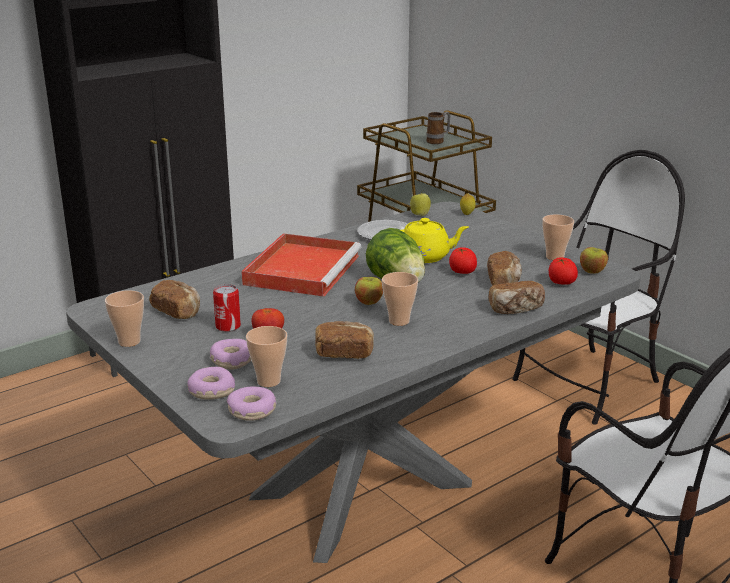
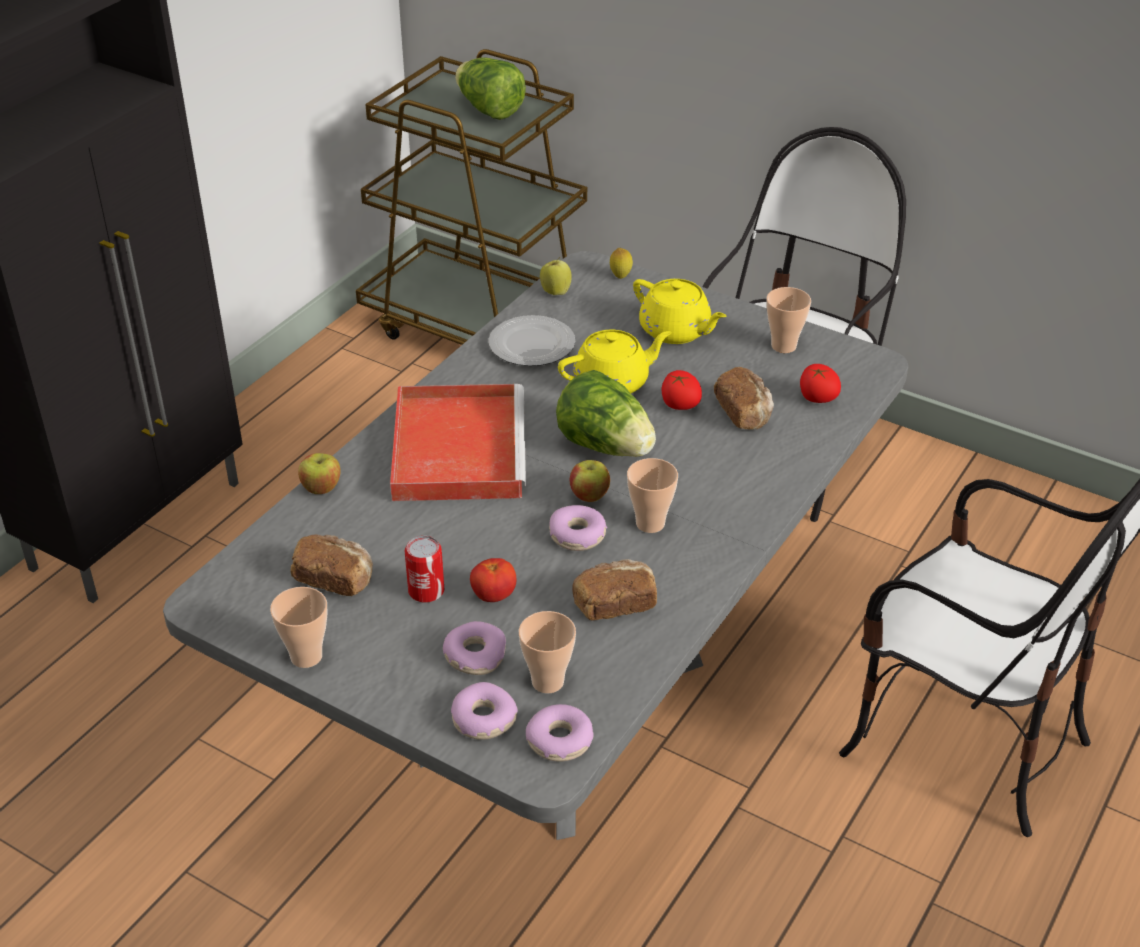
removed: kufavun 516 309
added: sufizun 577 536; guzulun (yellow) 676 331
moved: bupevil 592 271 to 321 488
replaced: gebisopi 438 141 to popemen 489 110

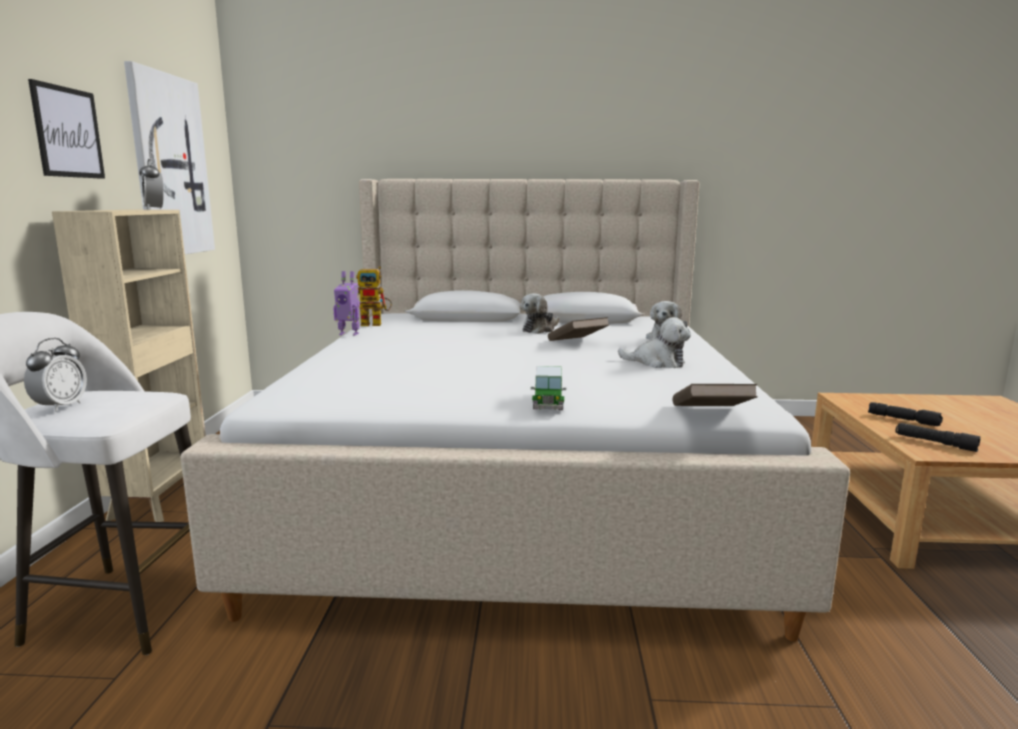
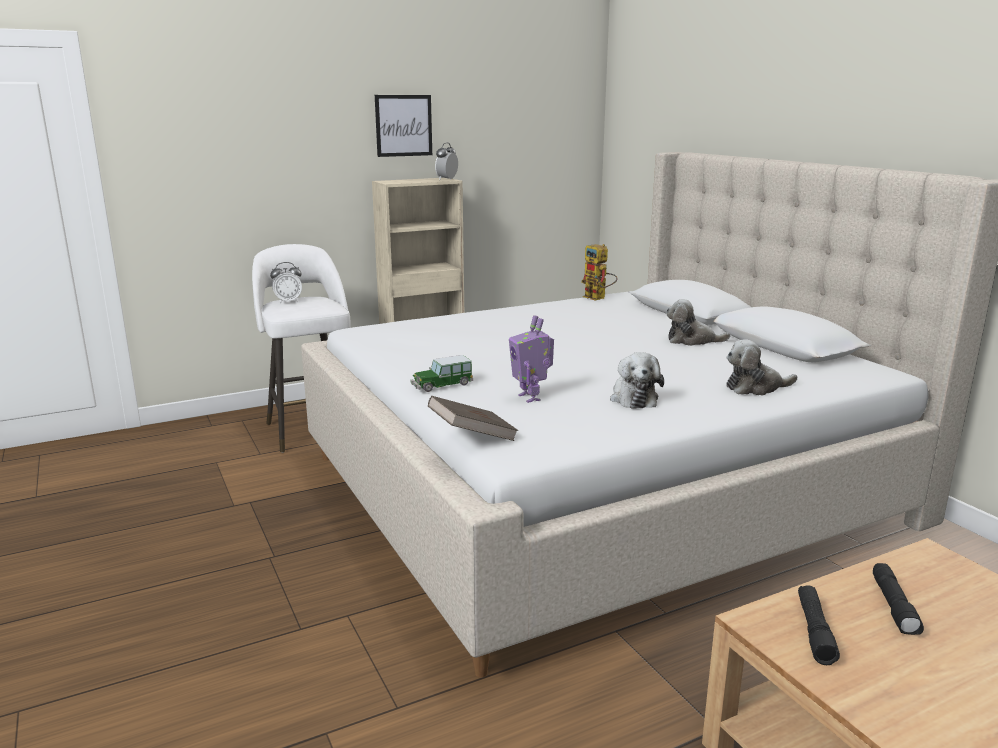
removed: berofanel 169 166; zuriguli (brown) 577 343
moved: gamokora 349 334 to 530 397

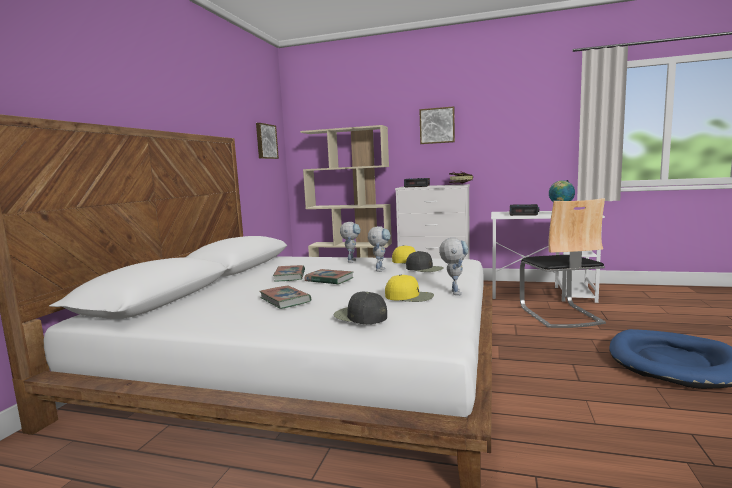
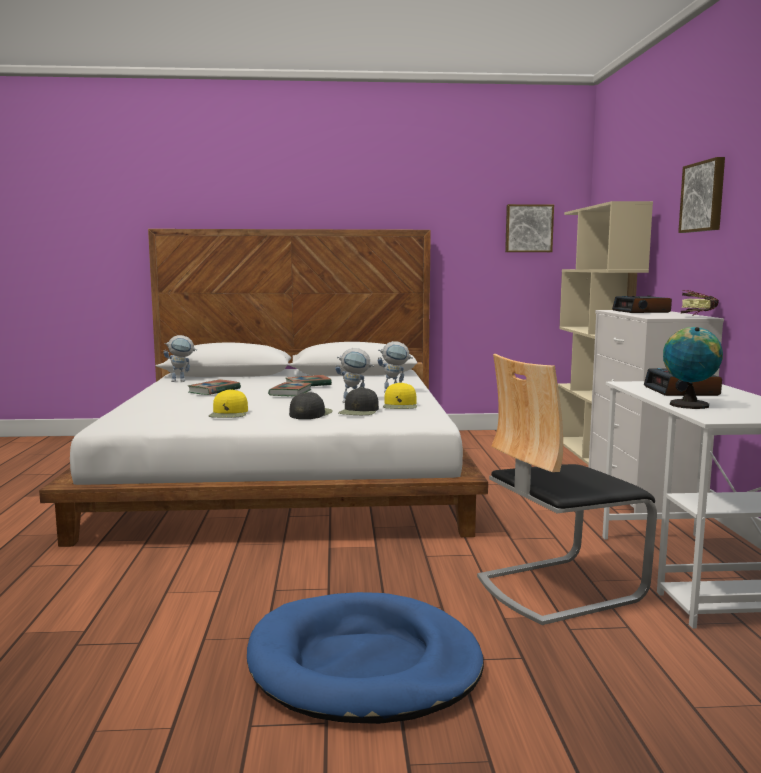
moved: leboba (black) 360 316 to 310 414; gamokora 454 291 to 182 380

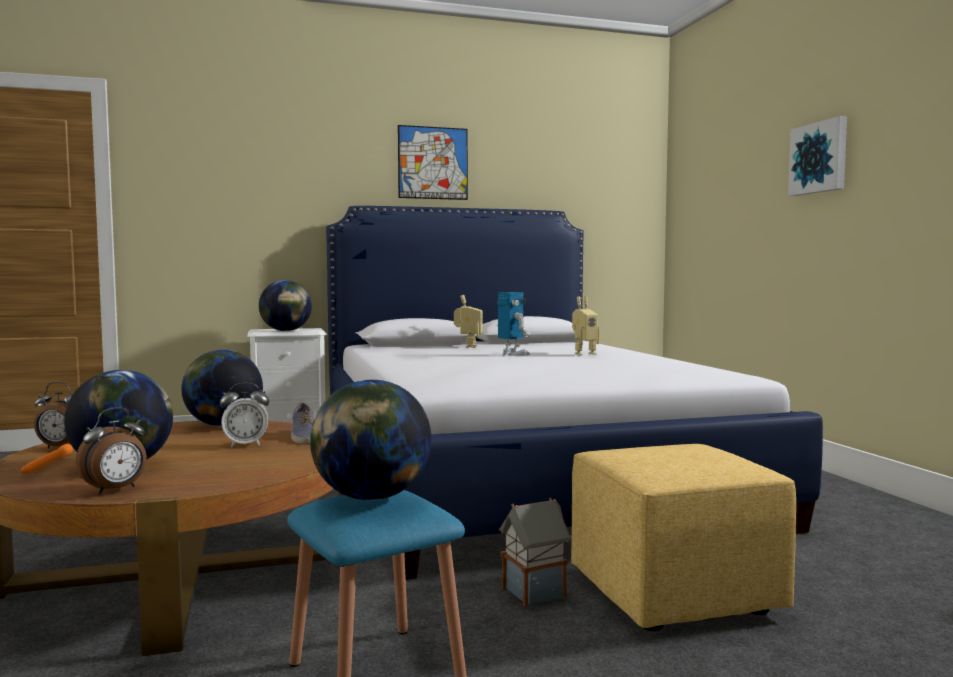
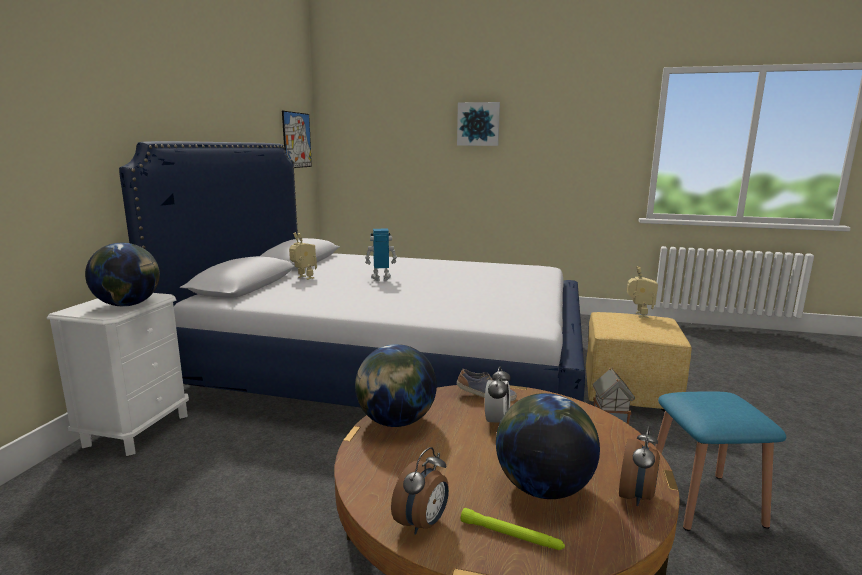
removed: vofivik 371 497
moved: berofanel 433 163 to 297 140; gamokora 583 353 to 638 315
recoloured: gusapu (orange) 47 465 to gusapu (green) 511 535
turned: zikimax 116 490 = 637 496 45 degrees clockwise

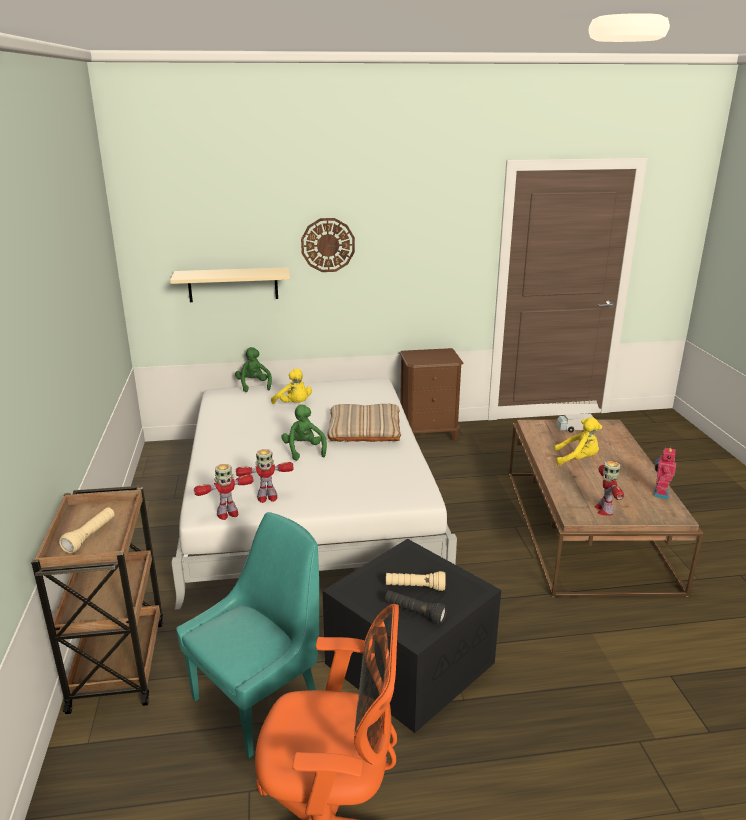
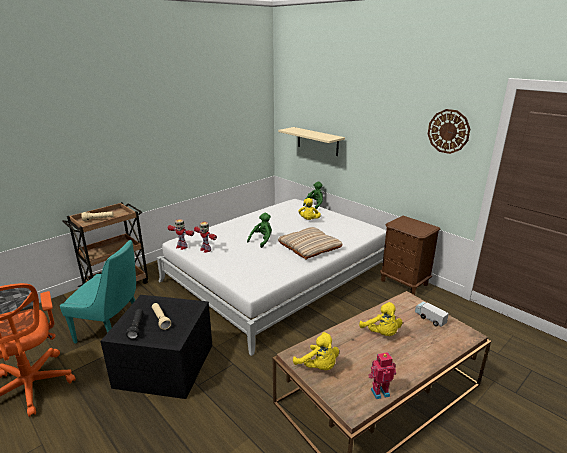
moved: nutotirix 328 245 to 448 131
replaced: gamokora 604 509 to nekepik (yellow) 318 367

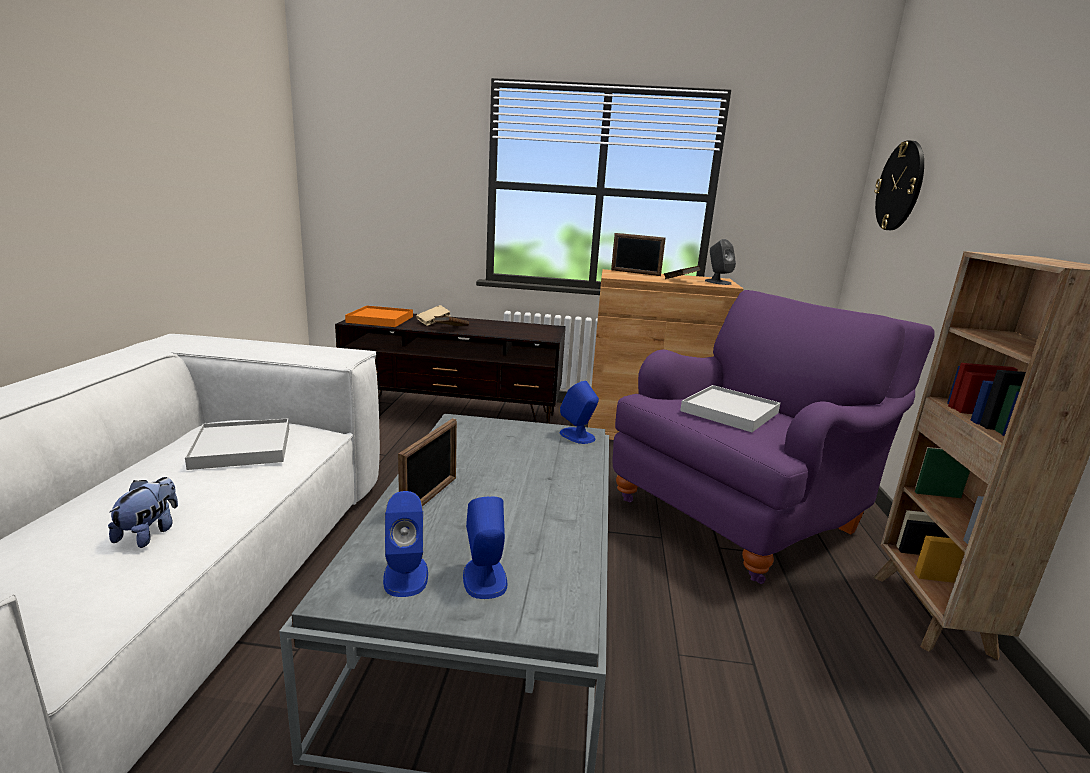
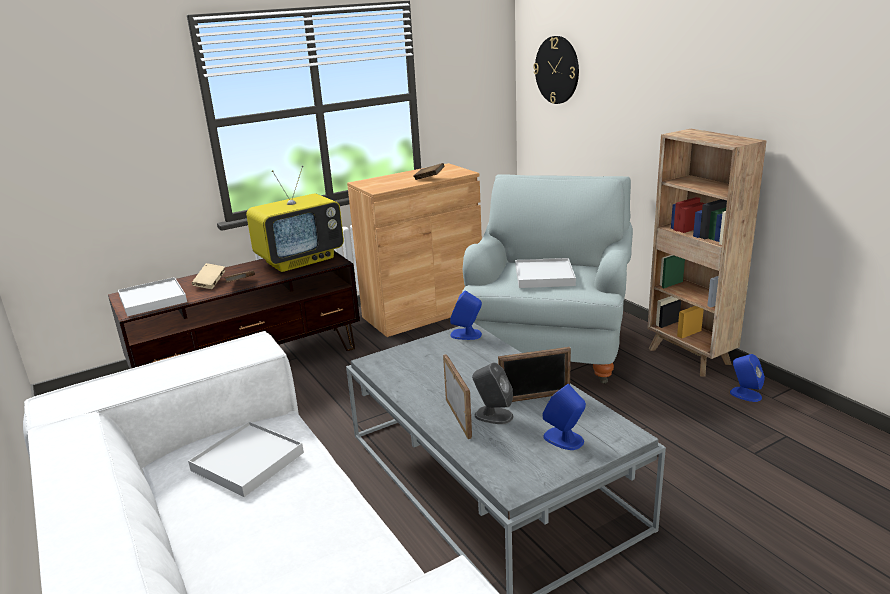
removed: nekepik 150 533
added: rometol 300 260
moved: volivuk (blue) 406 575 to 745 394; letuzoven 635 273 to 534 398; volivuk (grey) 717 282 to 493 415
recoloured: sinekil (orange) 380 319 to sinekil (white) 152 299; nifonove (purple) 742 513 to nifonove (grey) 550 345

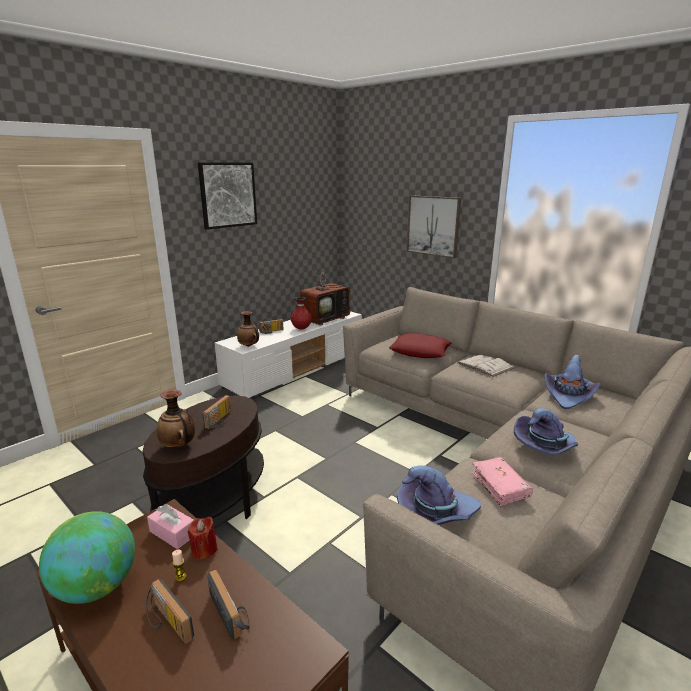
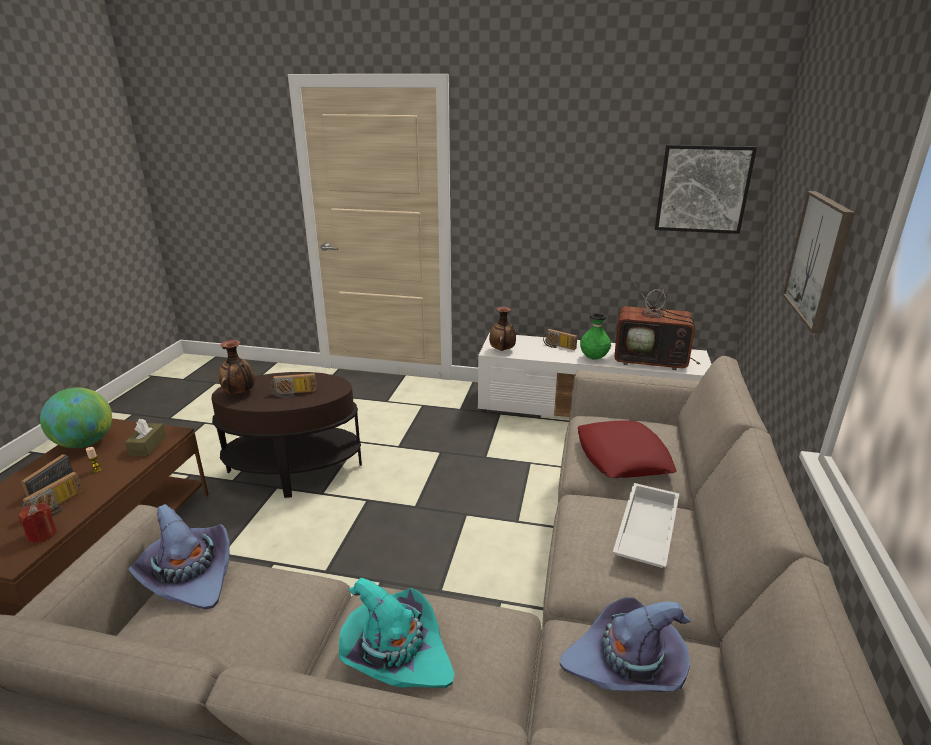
removed: zuriguli (pink) 500 486
moved: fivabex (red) 204 550 to 42 535; berofanel 228 195 to 703 189
replaced: zuriguli (white) 485 365 to sinekil (white) 644 532
recoloured: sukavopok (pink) 173 533 to sukavopok (brown) 148 446; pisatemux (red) 301 329 to pisatemux (green) 594 358; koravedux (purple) 545 446 to koravedux (turquoise) 395 653

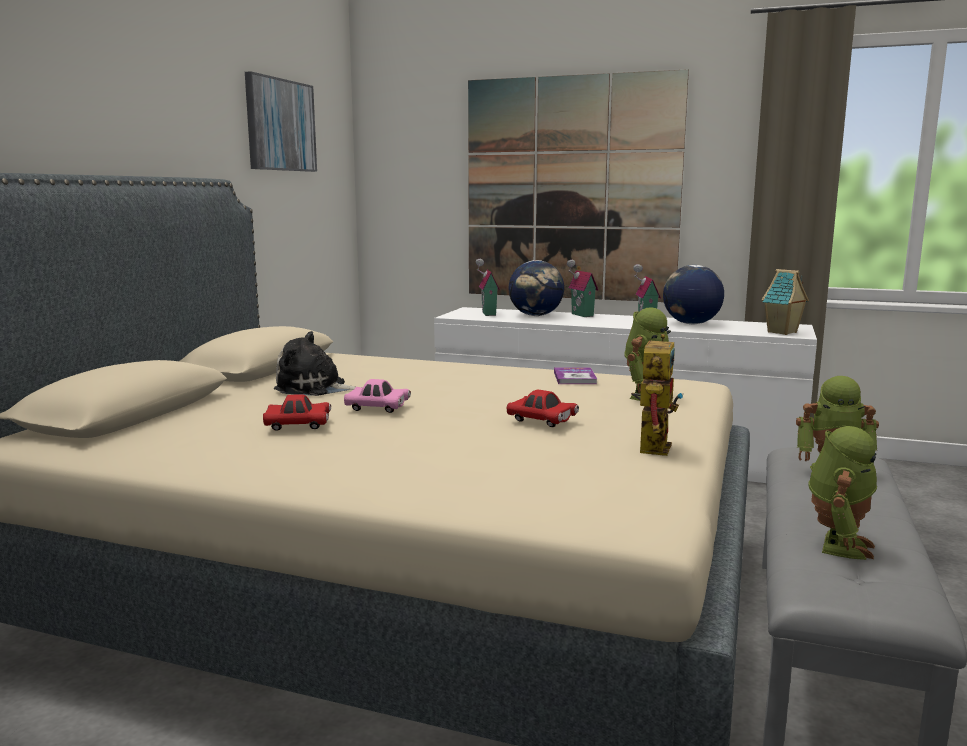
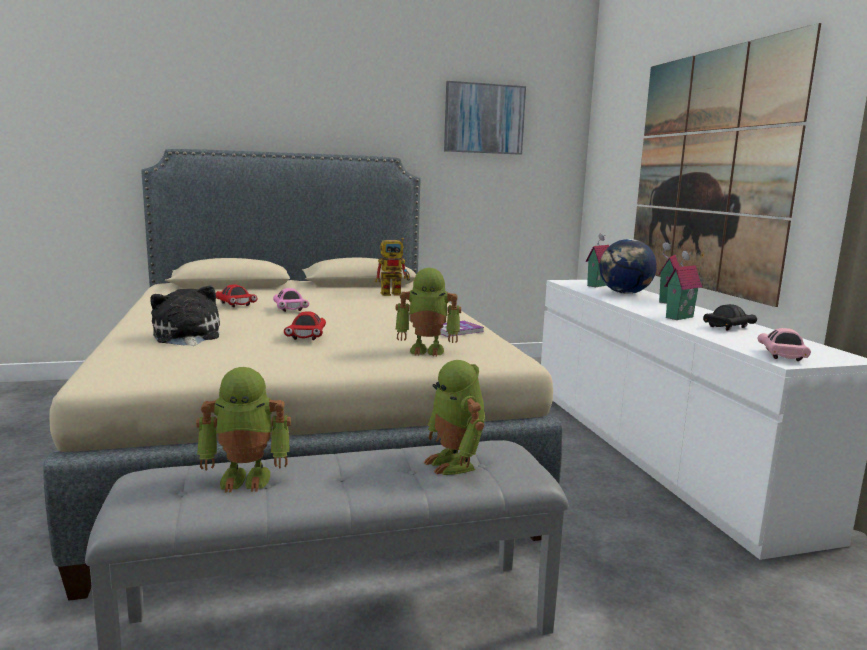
moved: nekepik 314 388 to 187 337; gamokora 652 445 to 395 293
replaced: vofivik 691 324 to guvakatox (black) 727 327; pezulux 782 332 to guvakatox (pink) 782 355

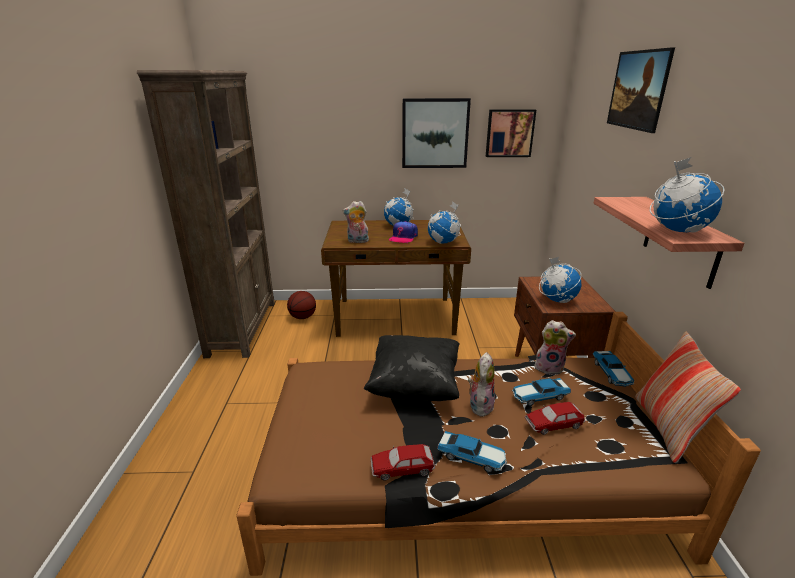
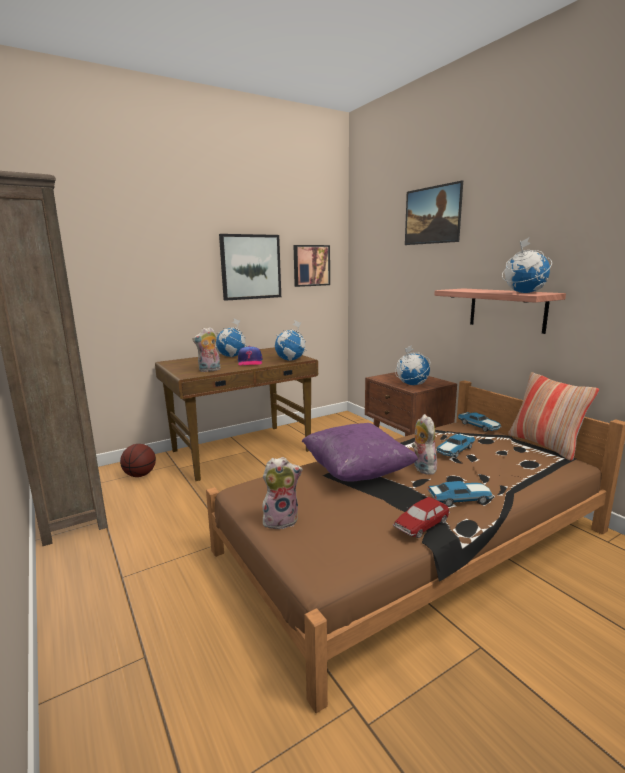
removed: guvakatox 553 424
moved: nekepik 549 367 to 281 520
recoloured: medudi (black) 414 385 to medudi (purple) 357 472

